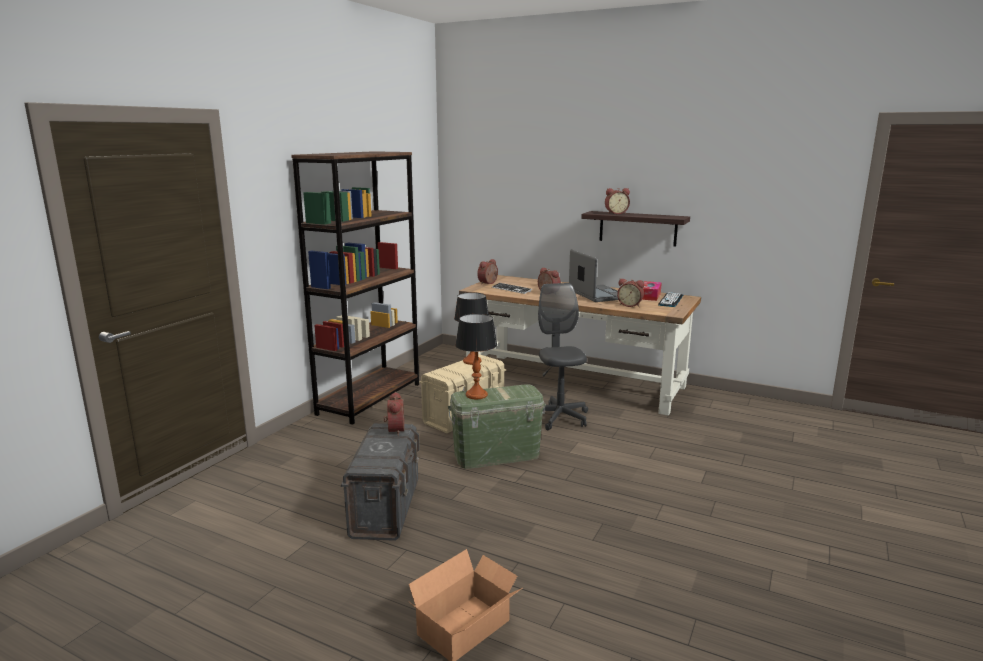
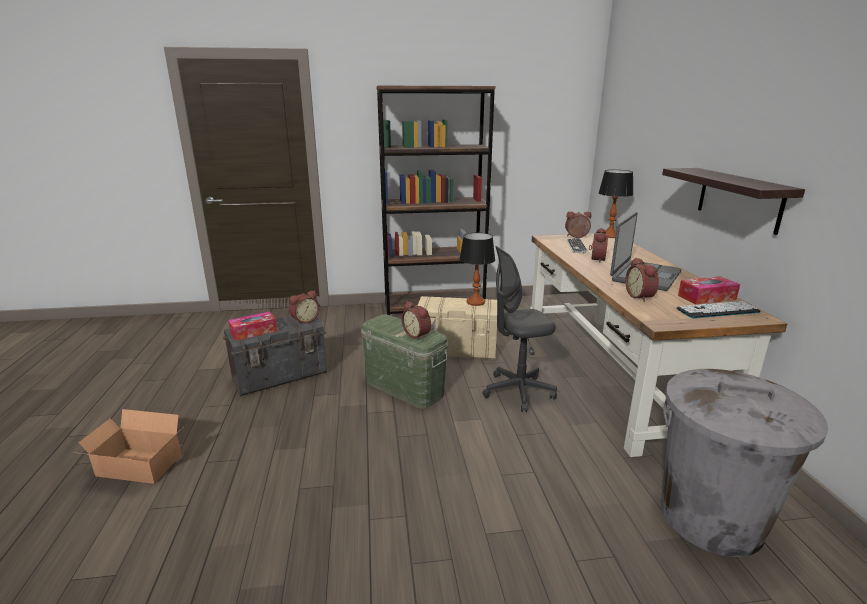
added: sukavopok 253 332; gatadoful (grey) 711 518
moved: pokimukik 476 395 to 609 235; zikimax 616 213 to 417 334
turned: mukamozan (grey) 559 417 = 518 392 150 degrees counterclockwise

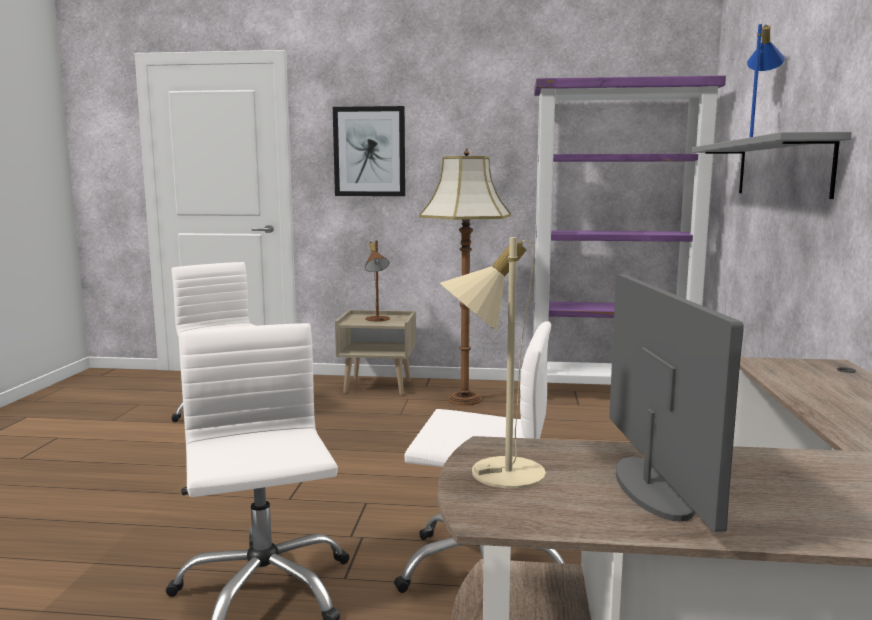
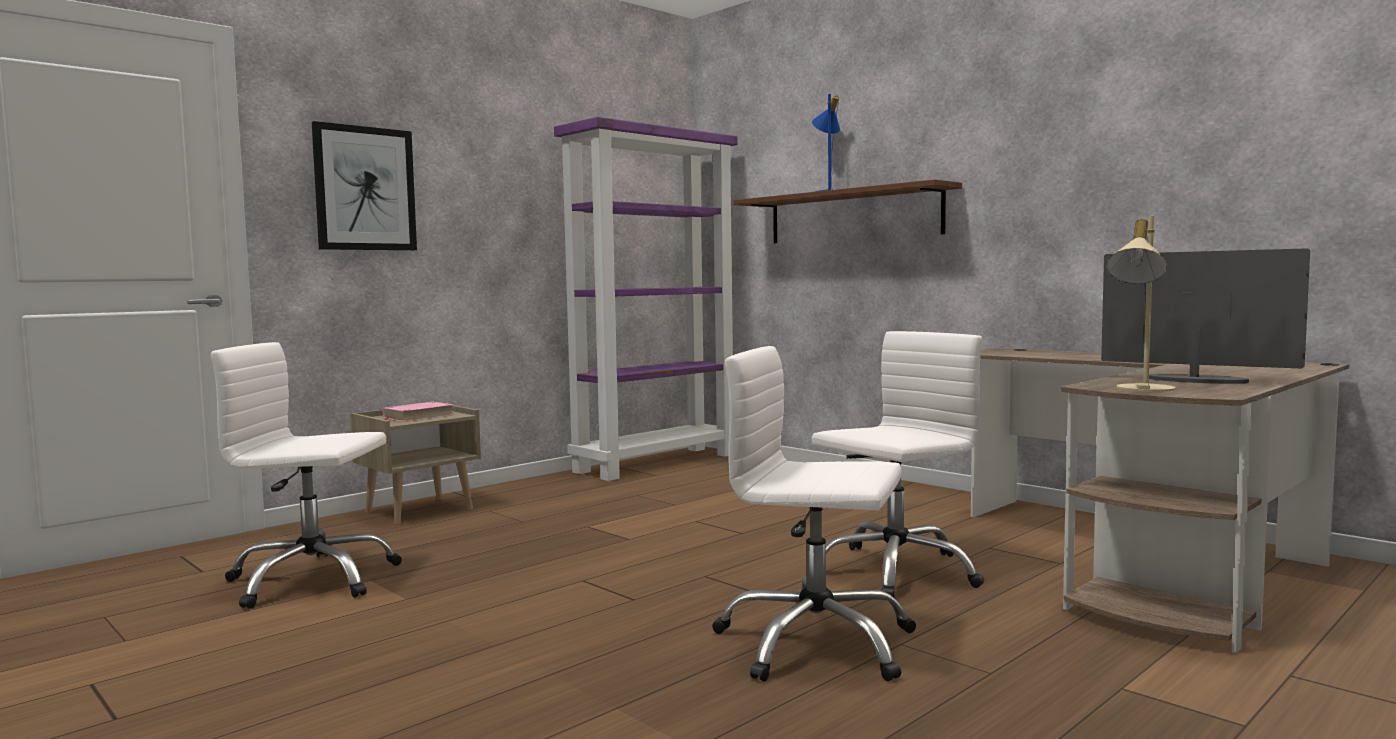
removed: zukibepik 464 399
replaced: pokimukik (brown) 377 319 to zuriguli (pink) 418 416
recoloured: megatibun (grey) 781 168 to megatibun (brown) 852 216

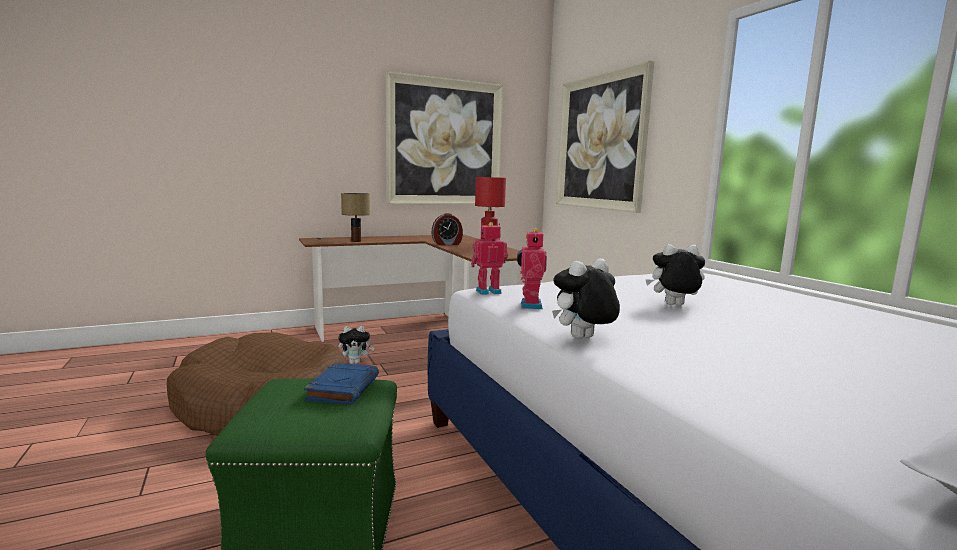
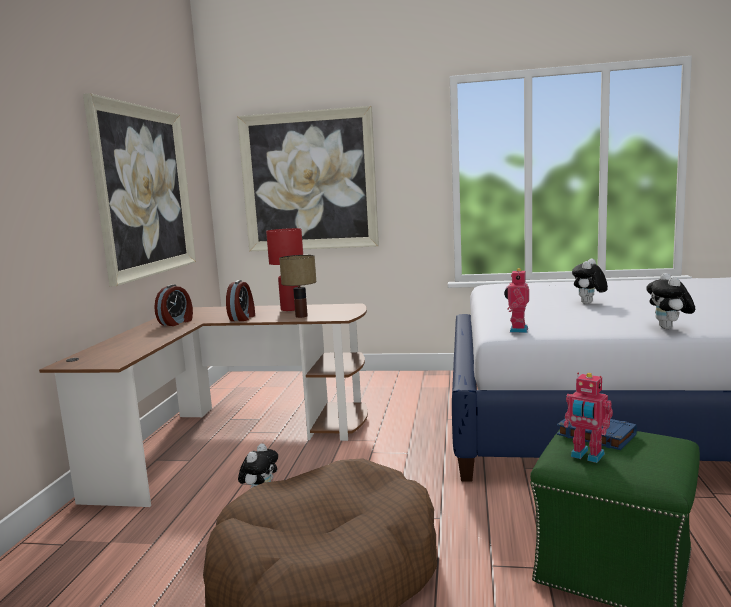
added: zikimax 176 322
moved: pokimukik 356 241 to 301 316; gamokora 529 305 to 586 456

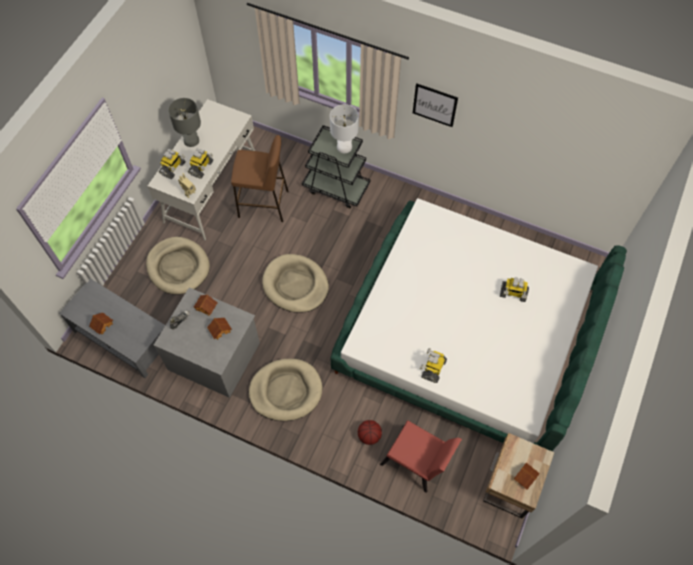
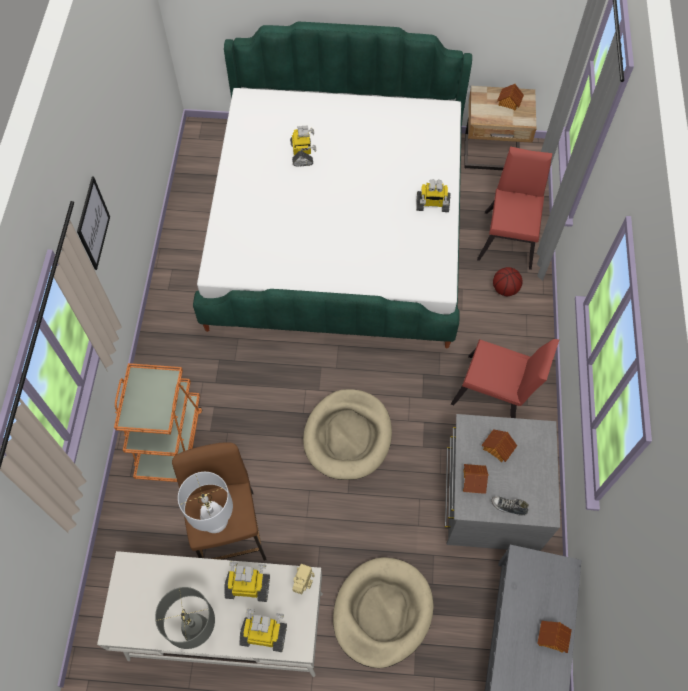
moved: pokimukik (white) 344 147 to 215 520
replaced: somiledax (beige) 286 391 to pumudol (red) 496 393
recoloured: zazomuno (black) 336 187 to zazomuno (orange) 170 439

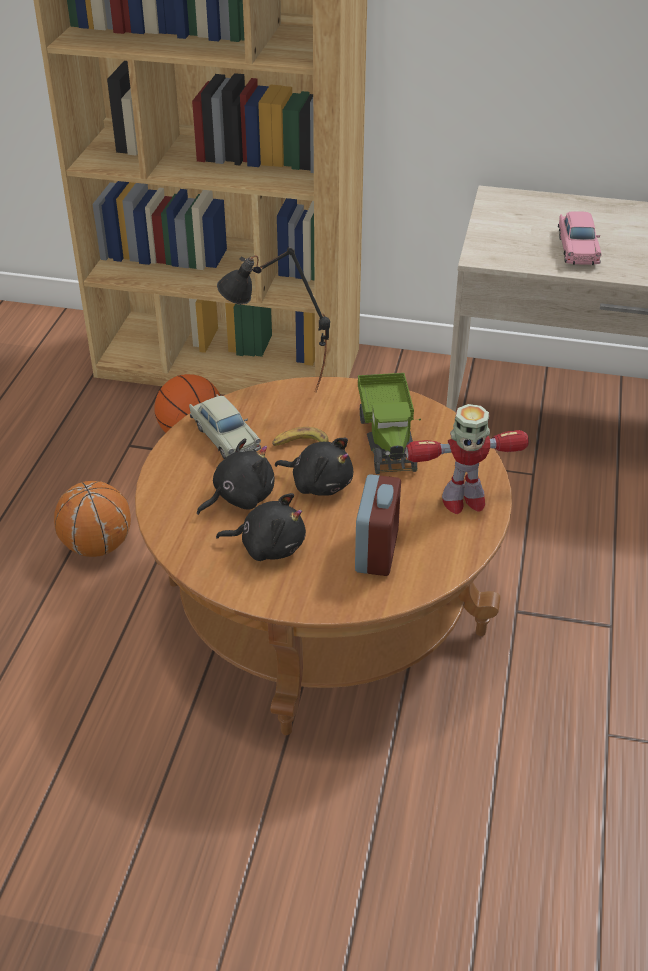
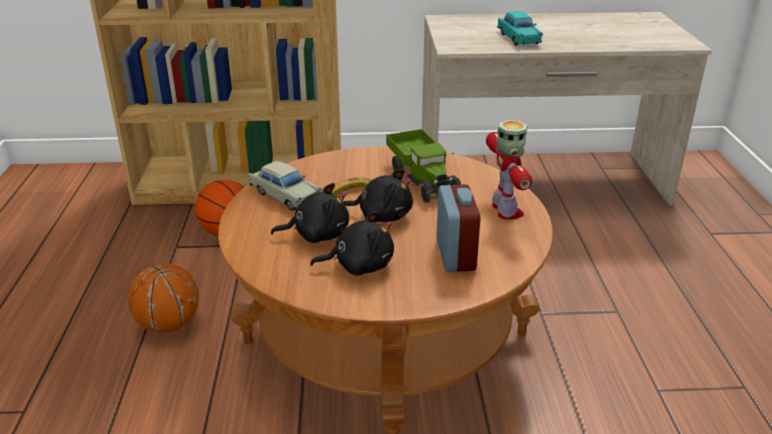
removed: pokimukik (black) 276 395
recoloured: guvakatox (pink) 577 248 to guvakatox (turquoise) 518 38
turned: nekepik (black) 240 497 = 317 235 45 degrees clockwise; gamokora 462 501 = 506 211 75 degrees counterclockwise

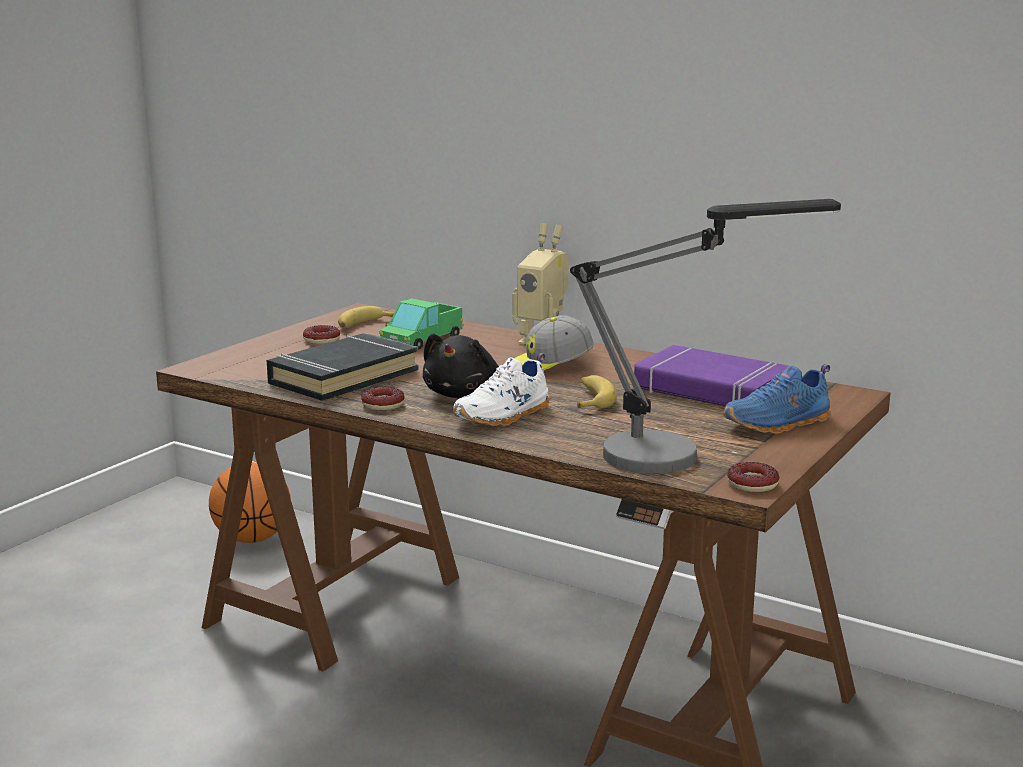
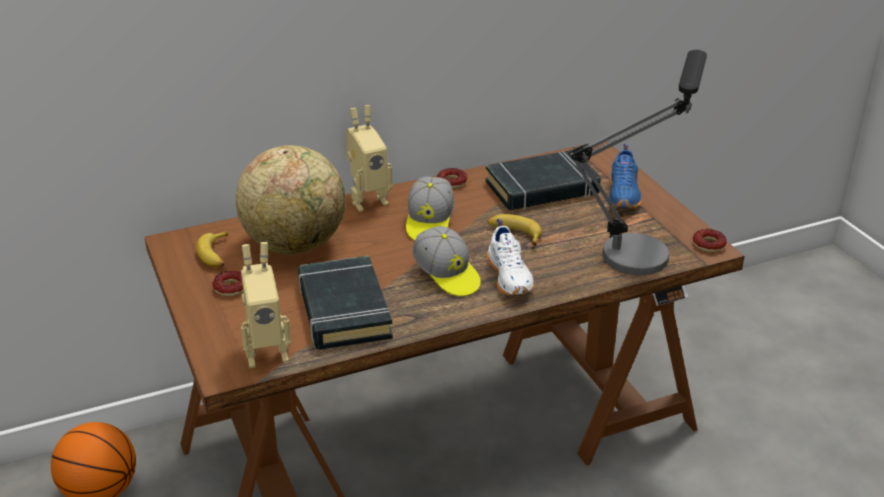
added: gamokora 266 353
moved: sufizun 383 404 to 452 182
replaced: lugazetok 422 340 to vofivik 295 245; nekepik (black) 463 394 to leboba 447 275
recoloured: zuriguli (purple) 711 390 to zuriguli (black) 542 188

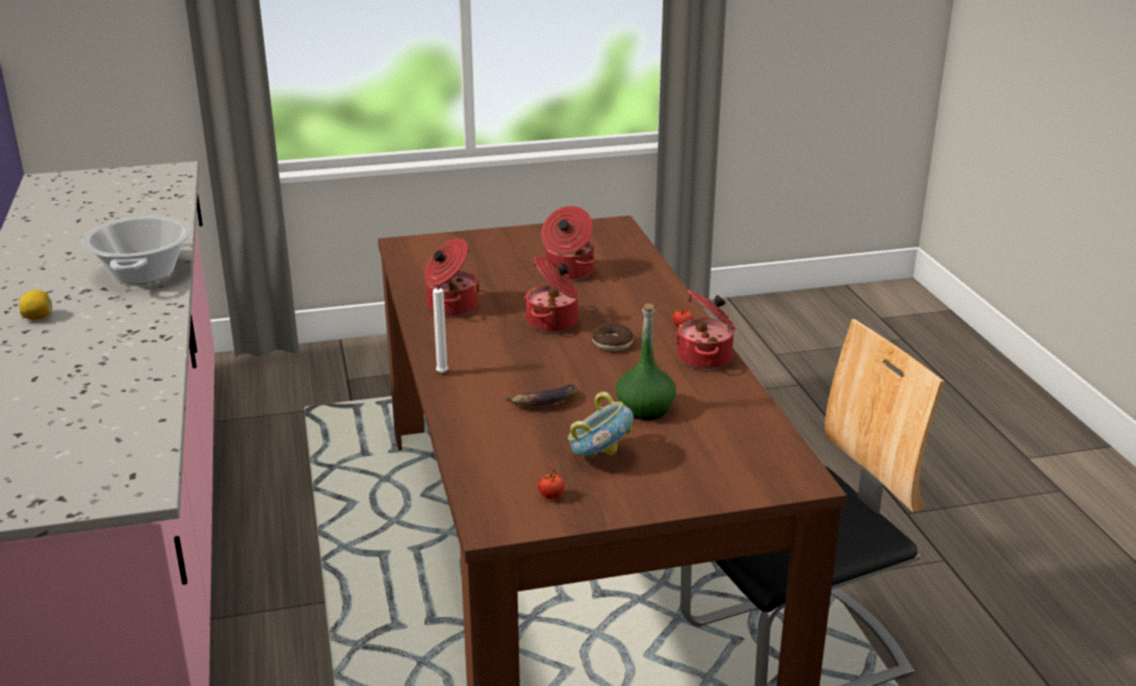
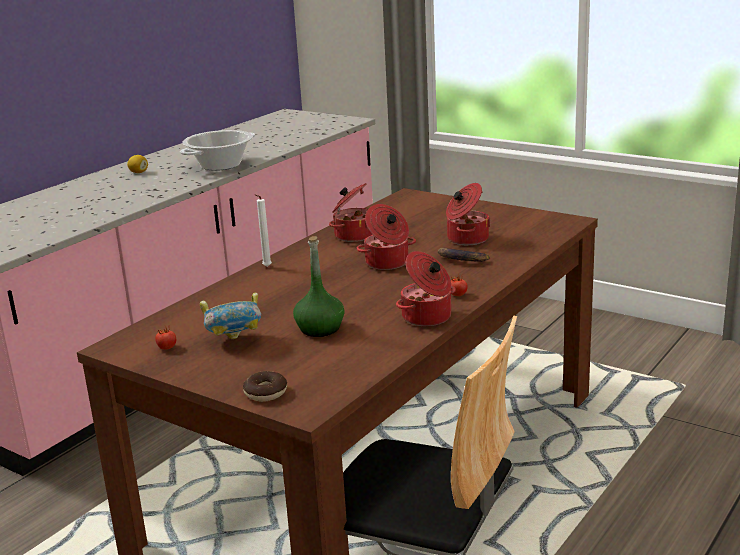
moved: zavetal 544 402 to 460 260; sufizun 612 343 to 265 393

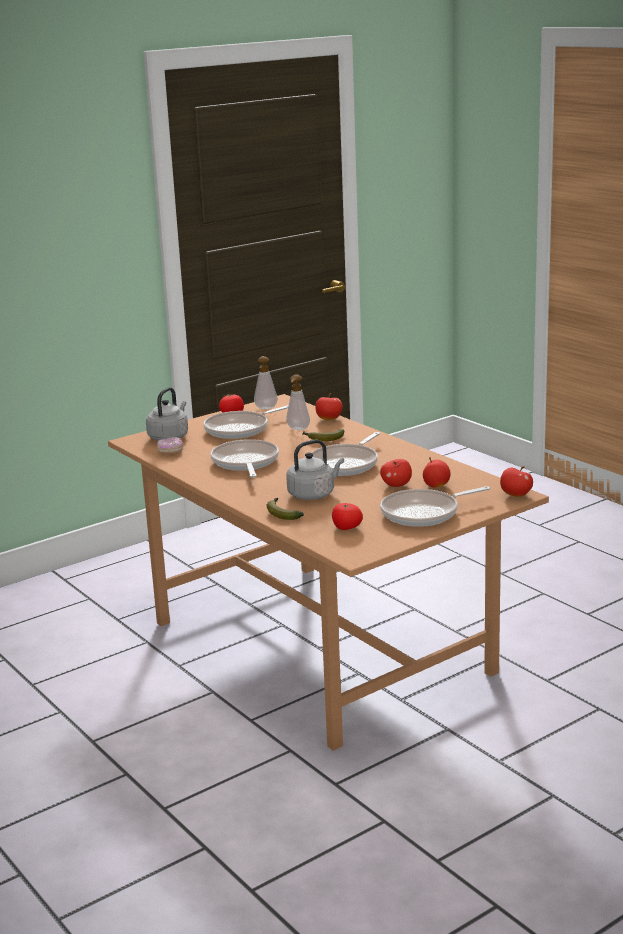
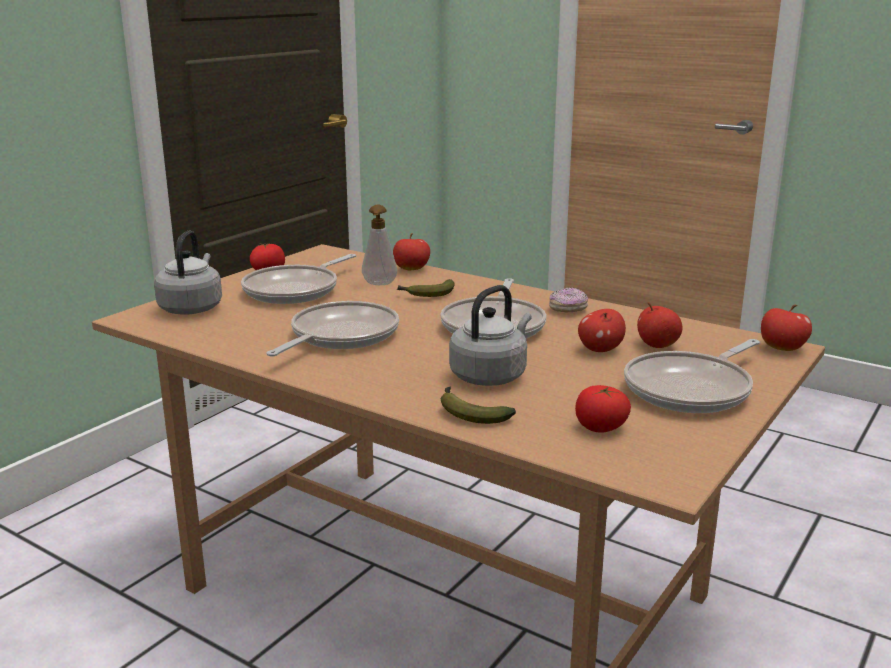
removed: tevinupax 266 407
moved: sufizun 170 451 to 568 309
turned: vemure 245 463 = 340 336 60 degrees clockwise

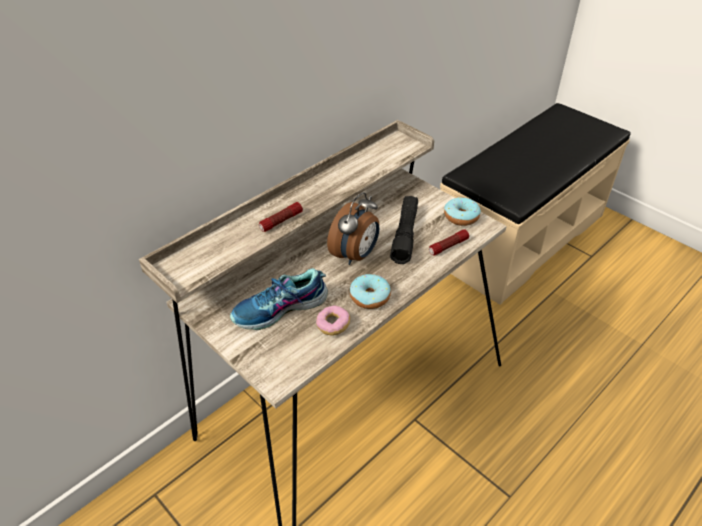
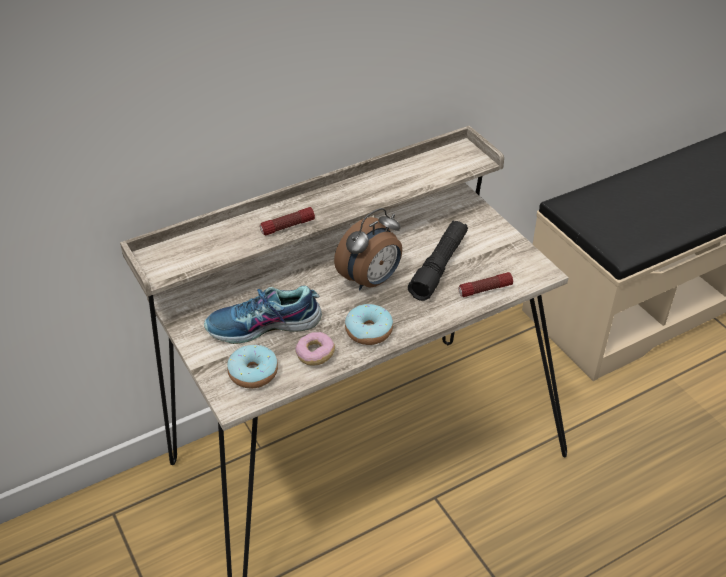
moved: sufizun 461 217 to 253 373

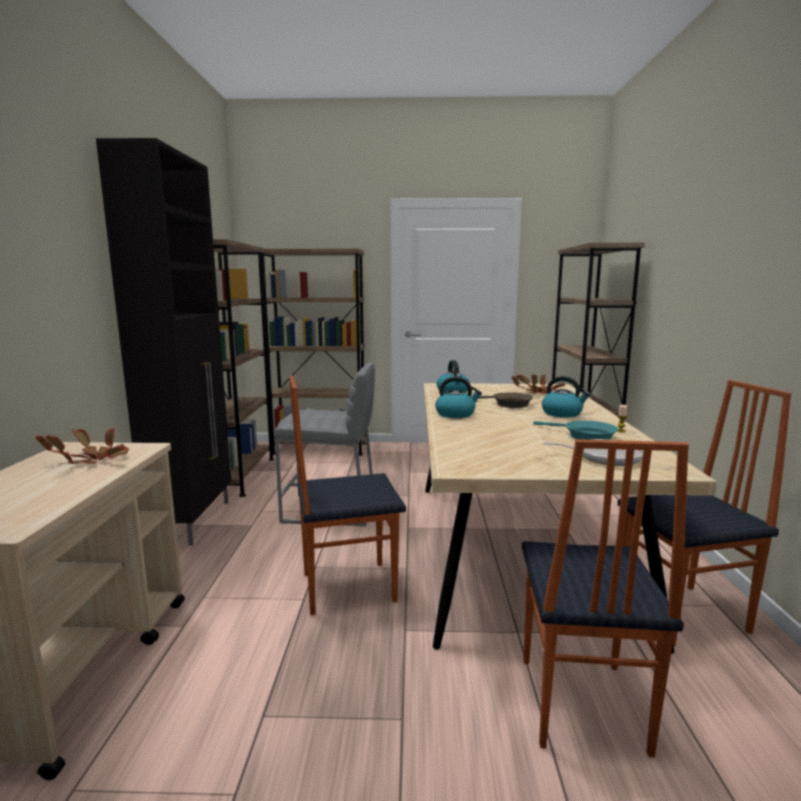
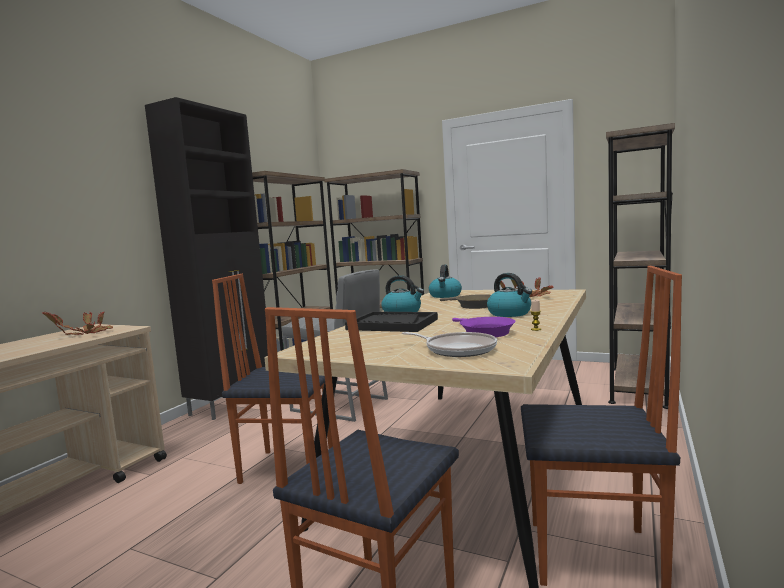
added: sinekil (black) 392 324
recoloured: vemure (turquoise) 585 436 to vemure (purple) 484 332

